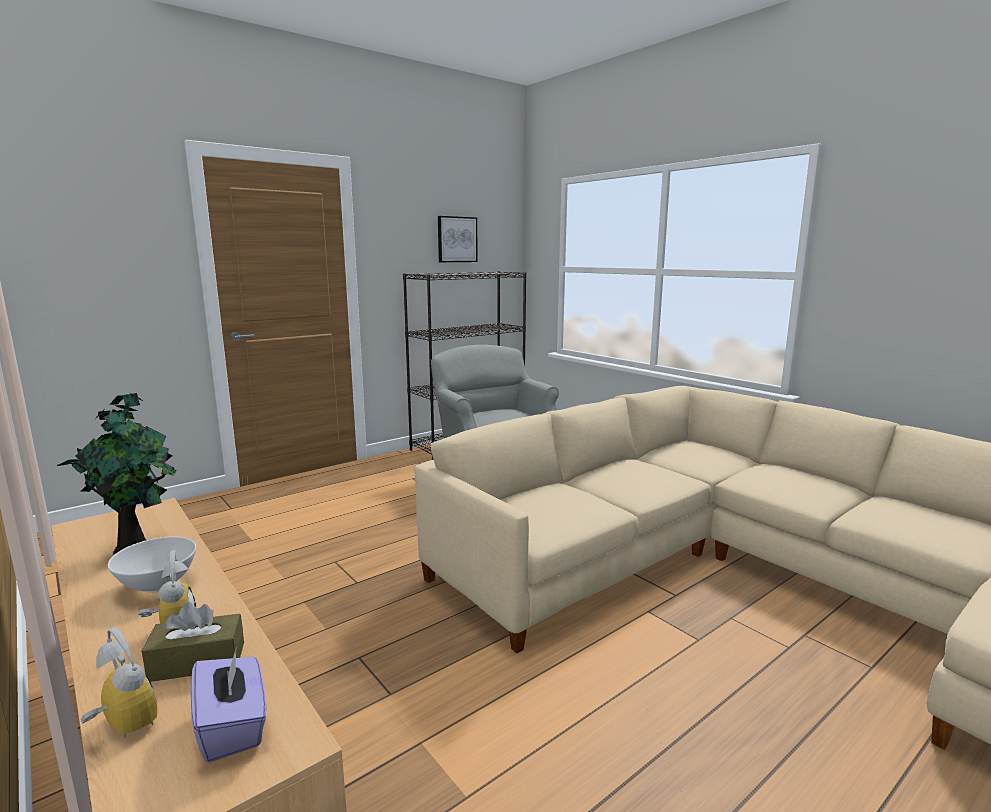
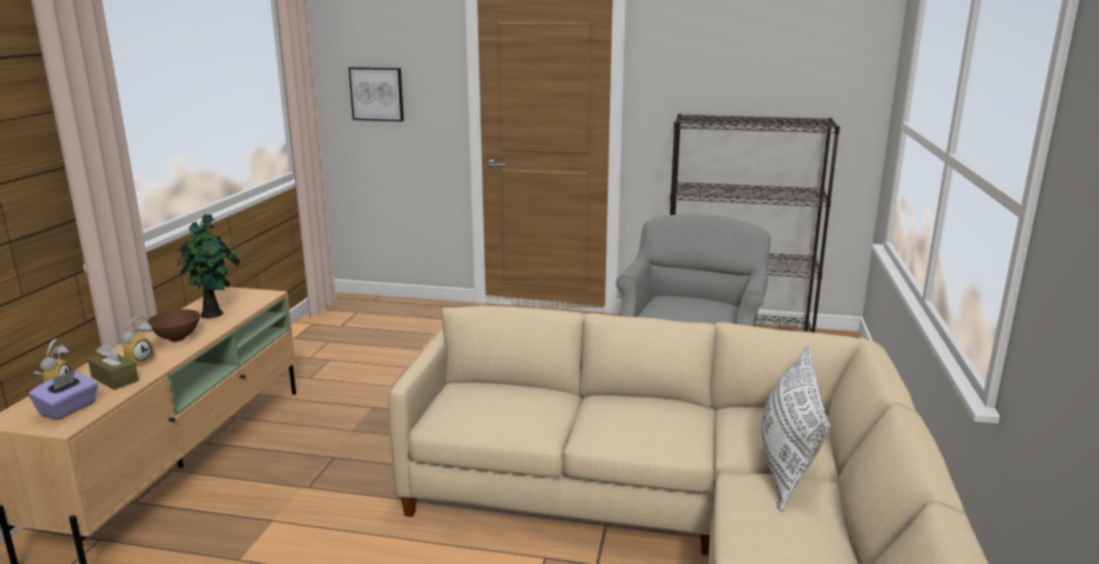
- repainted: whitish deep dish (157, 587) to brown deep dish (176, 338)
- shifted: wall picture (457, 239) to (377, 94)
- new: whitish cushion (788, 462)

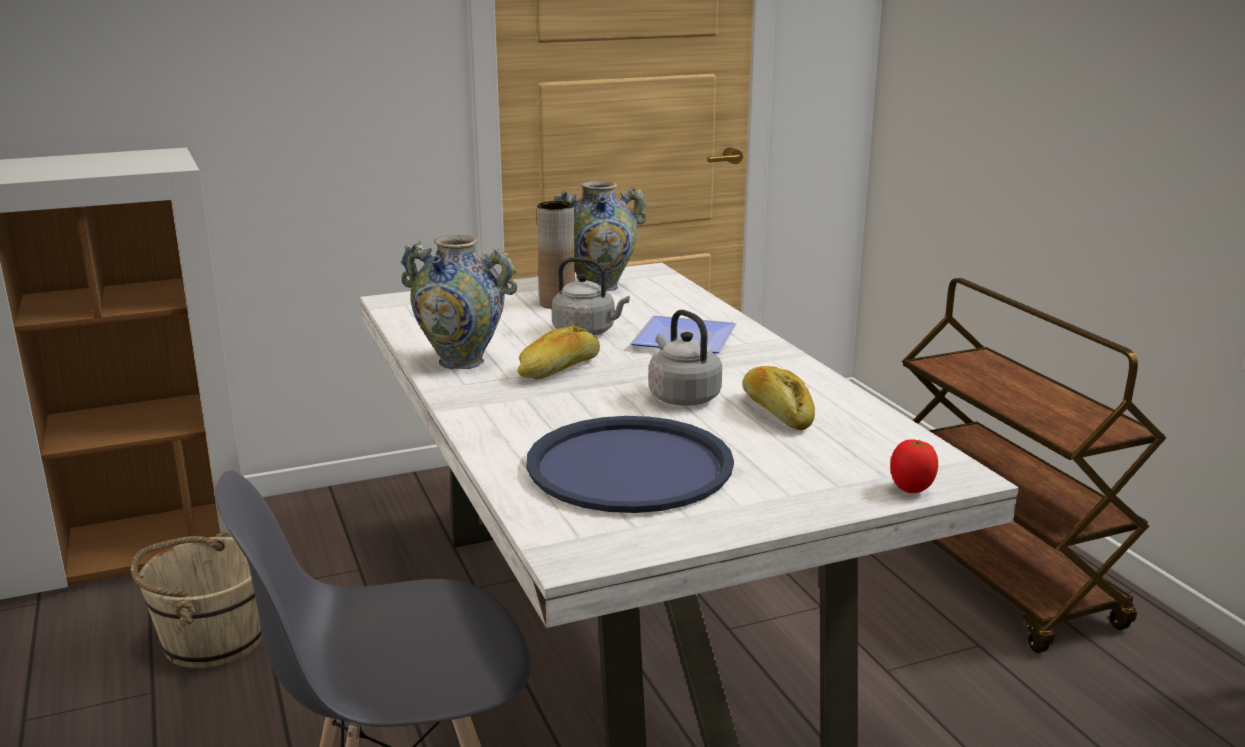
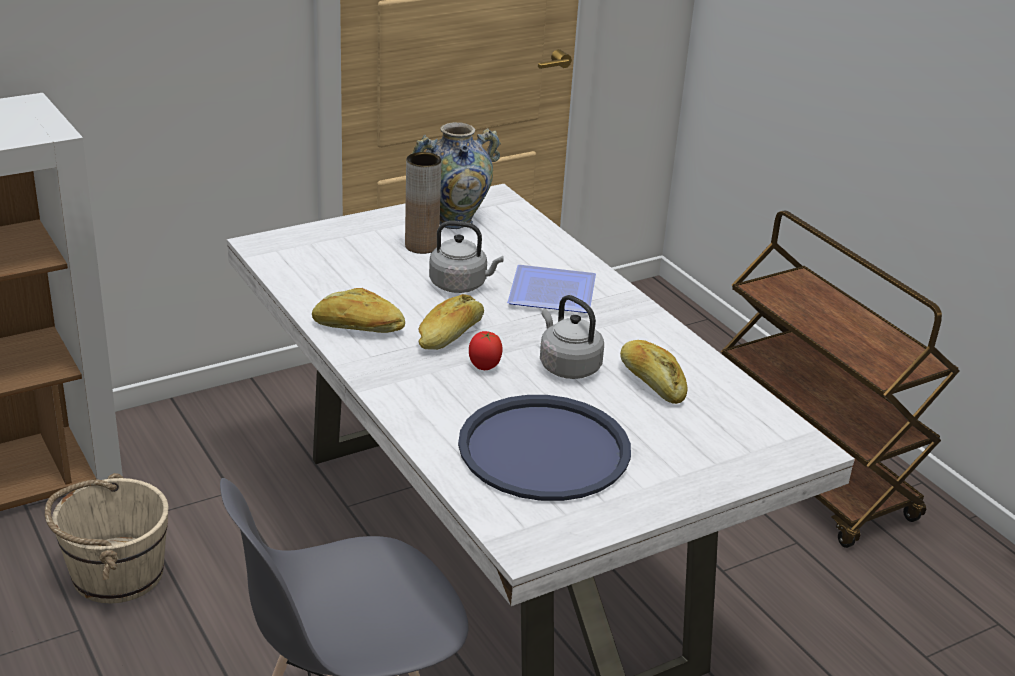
- swapped: vase (461, 361) to baked bread (358, 327)
- shifted: tomato (911, 490) to (484, 367)

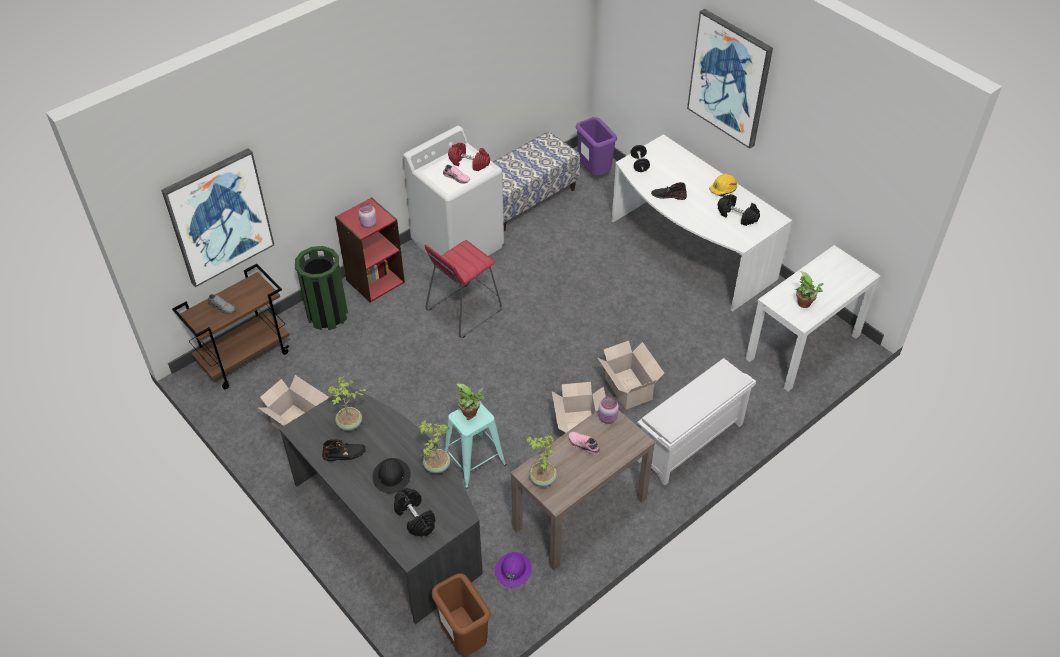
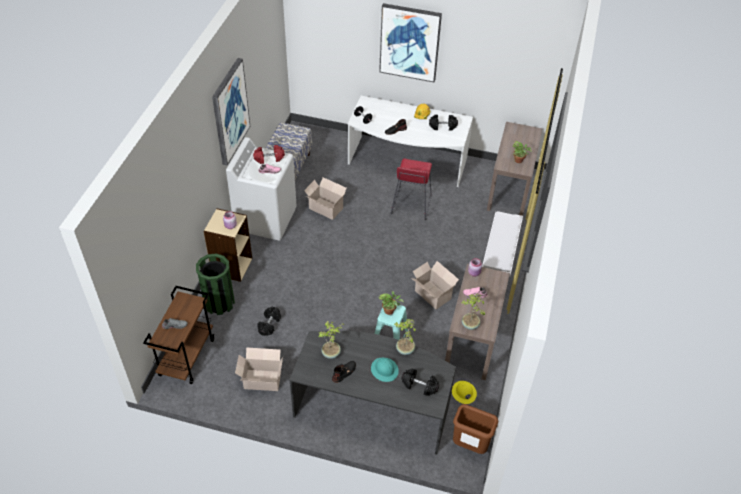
- repainted: reddish bookcase (375, 280) to sand-coloured bookcase (231, 266)
- shifted: wall picture (219, 217) to (230, 111)
- new: black dumbbell (269, 324)
- shifted: carton (628, 387) to (325, 208)
- repainted: black safety helmet (391, 476) to turquoise safety helmet (384, 370)
- shifted: reddish stool seat (463, 310) to (411, 205)
- repainted: purple safety helmet (513, 570) to yellowish safety helmet (463, 393)
- repainted: whitish console table (803, 347) to brown console table (510, 190)
- gone: purple waste bin (594, 172)

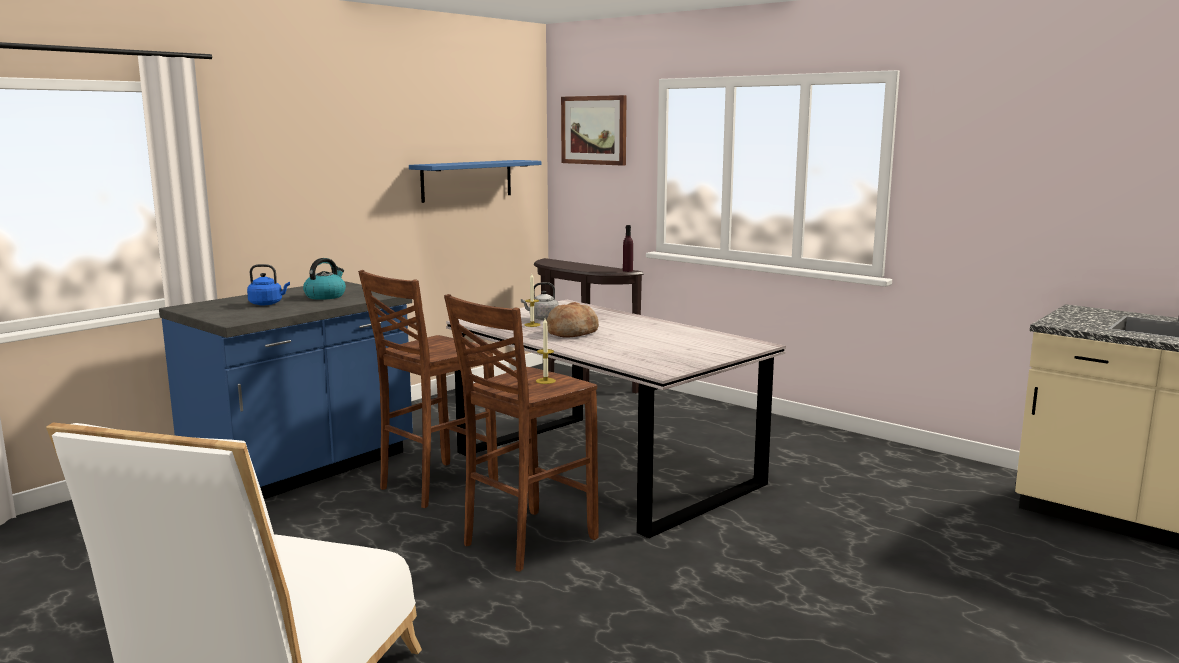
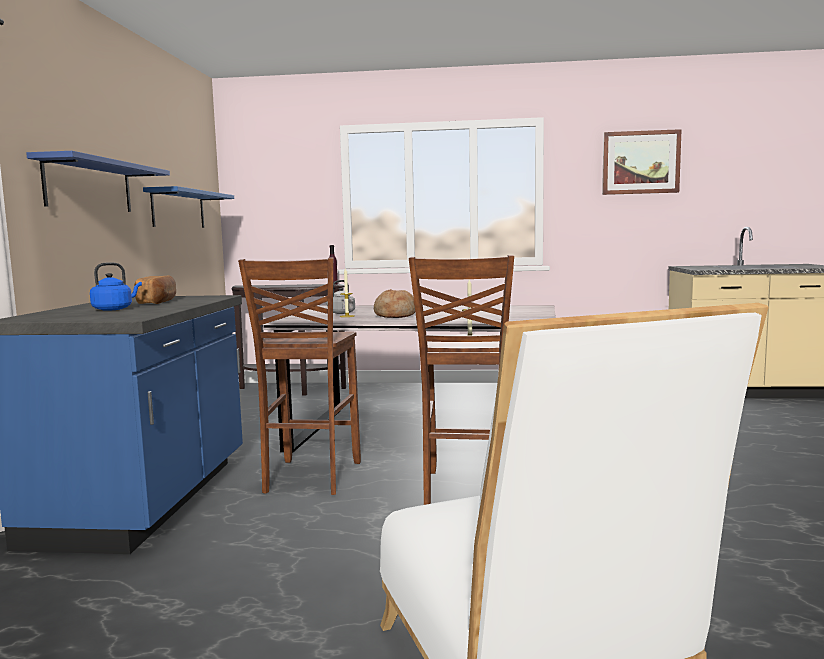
- new: blue-coloured bracket shelf (89, 186)
- swapped: kettle (325, 296) to baked bread (158, 302)
- shifted: wall picture (594, 130) to (640, 162)

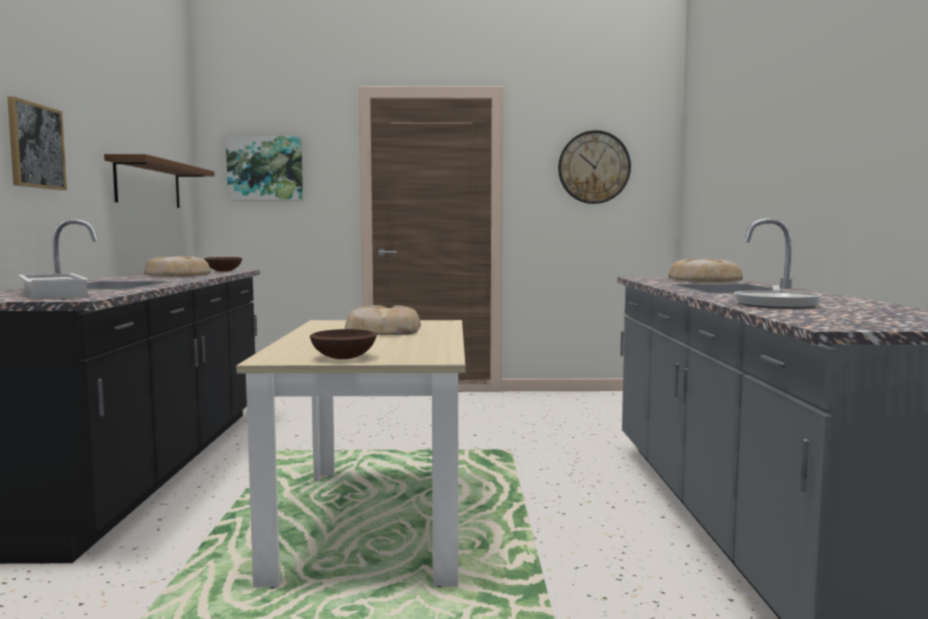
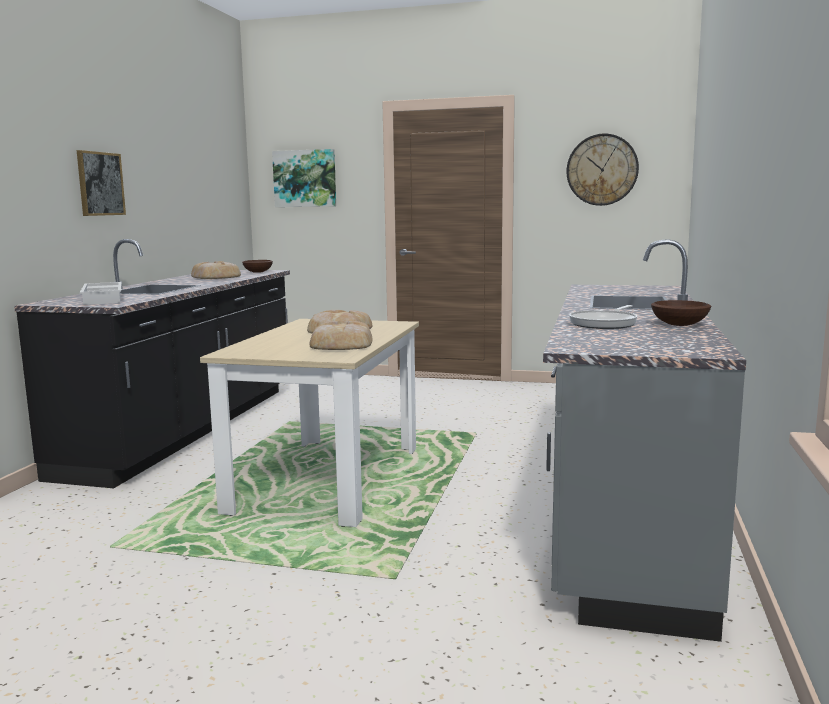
- shifted: baked bread (704, 280) to (341, 344)
- shifted: brown deep dish (343, 357) to (679, 324)
- gone: brown bracket shelf (148, 184)

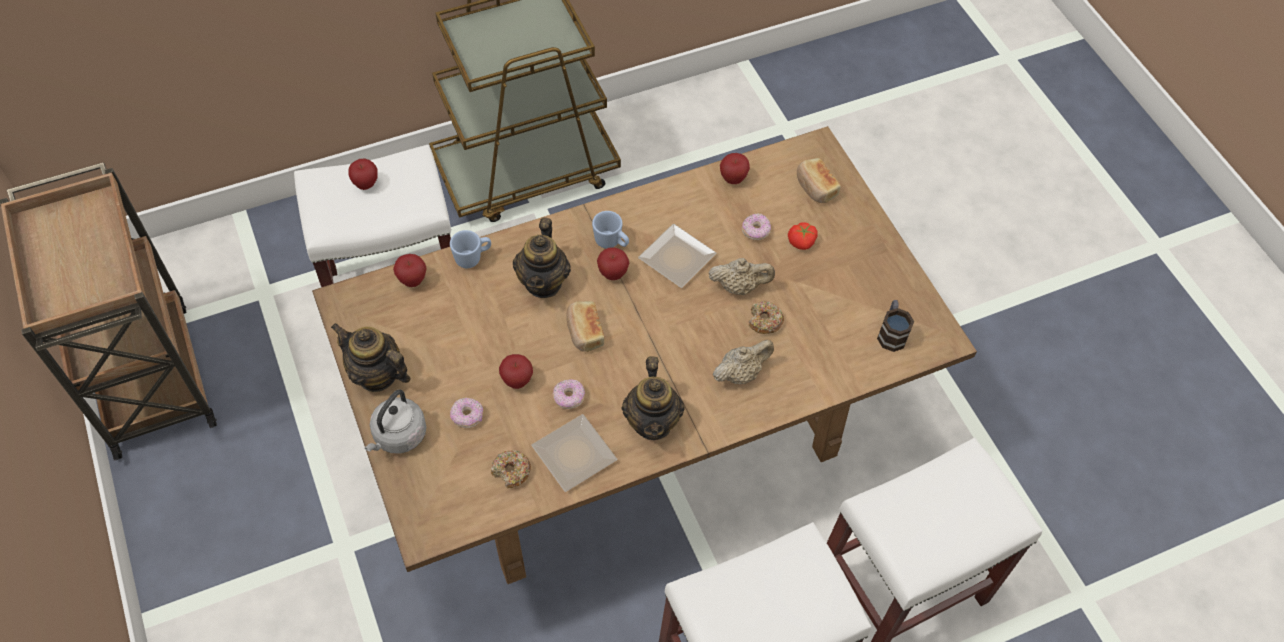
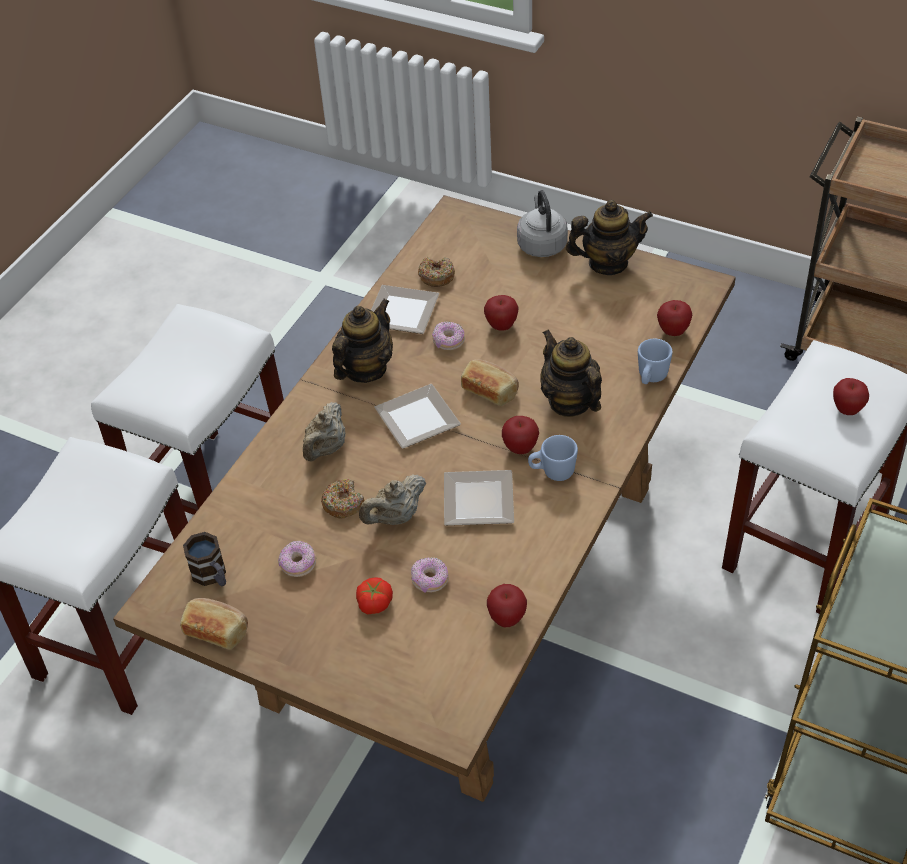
- shifted: baked bread (815, 187) to (217, 630)
- shifted: ring doughnut (467, 416) to (298, 564)
- rotated: pot for tea (652, 421) = (365, 369) 75 degrees clockwise
- new: dinner plate (416, 422)

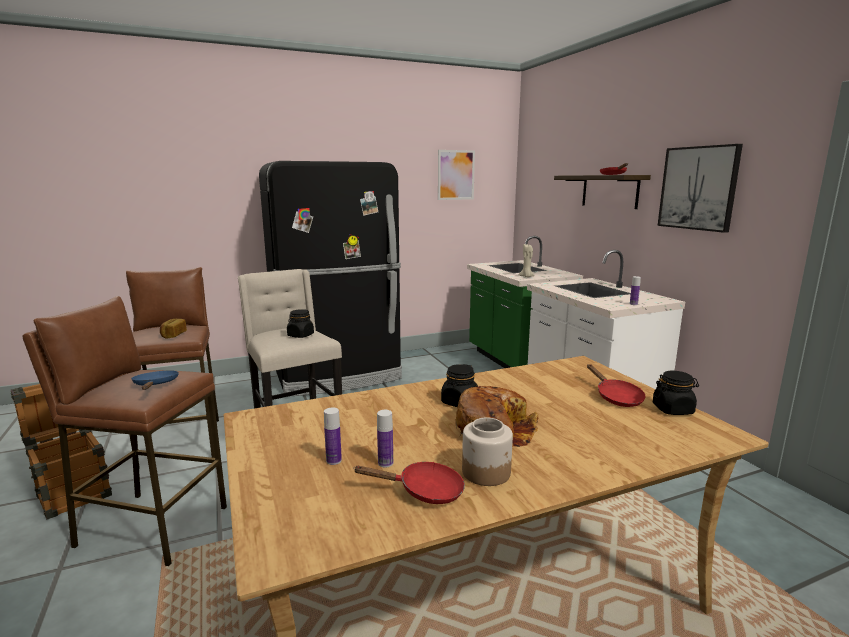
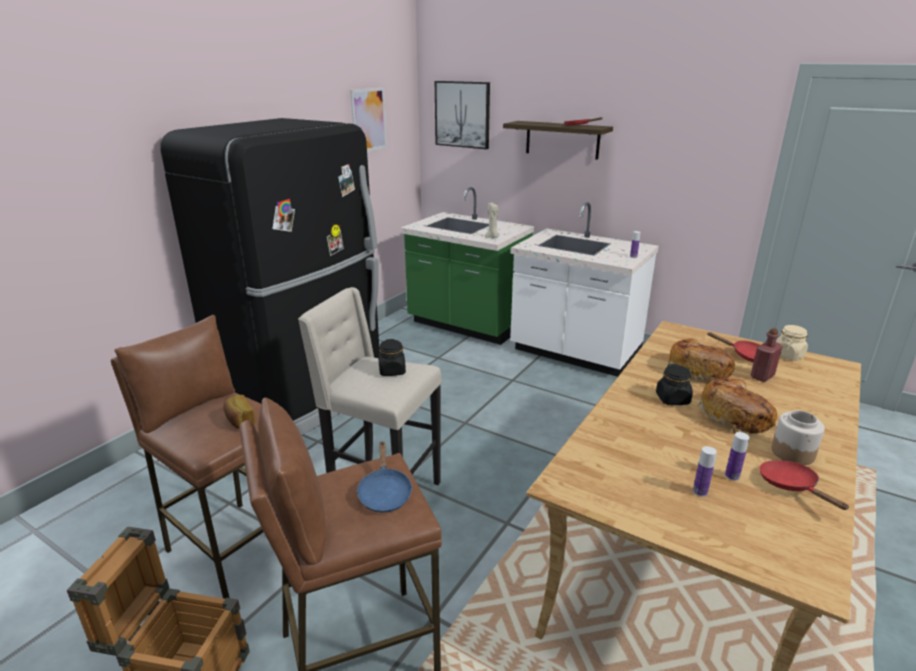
- rotated: blue-coloured frying pan (155, 385) = (384, 493) 135 degrees counterclockwise
- shifted: wall picture (698, 188) to (462, 114)
- new: baked bread (697, 369)
- new: reddish beverage bottle (762, 376)
- rotated: reddish frying pan (424, 491) = (791, 486) 75 degrees counterclockwise
- repainted: black jar (673, 409) to sand-coloured jar (788, 355)

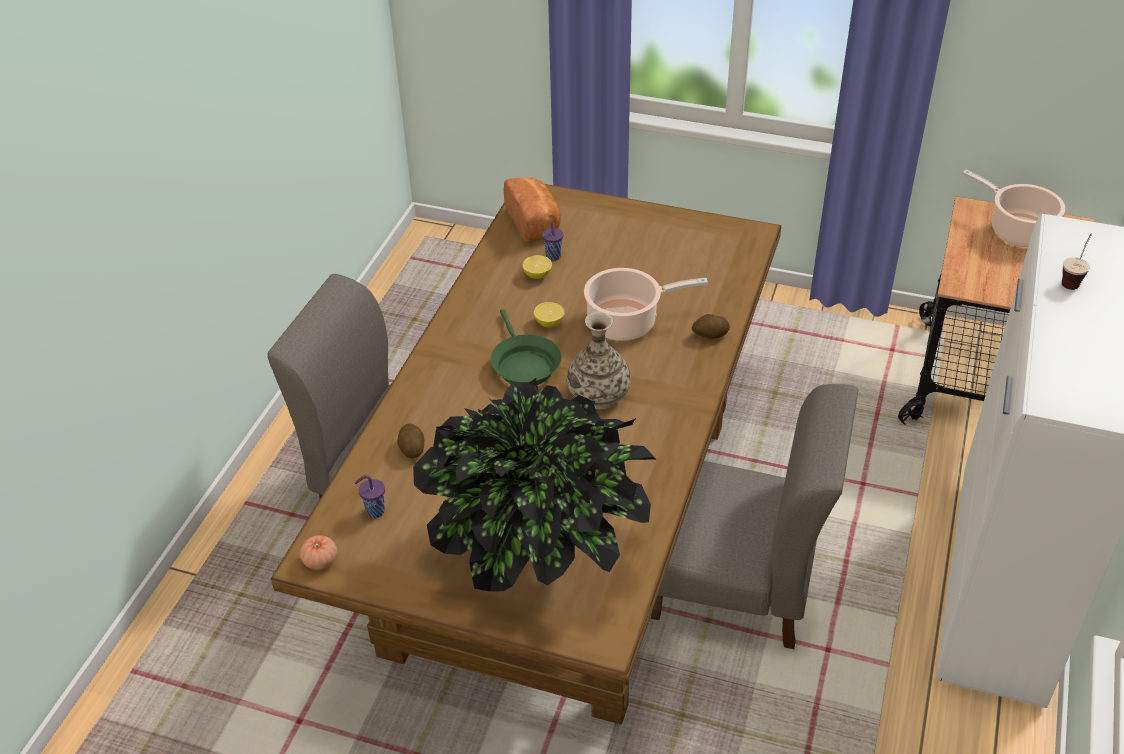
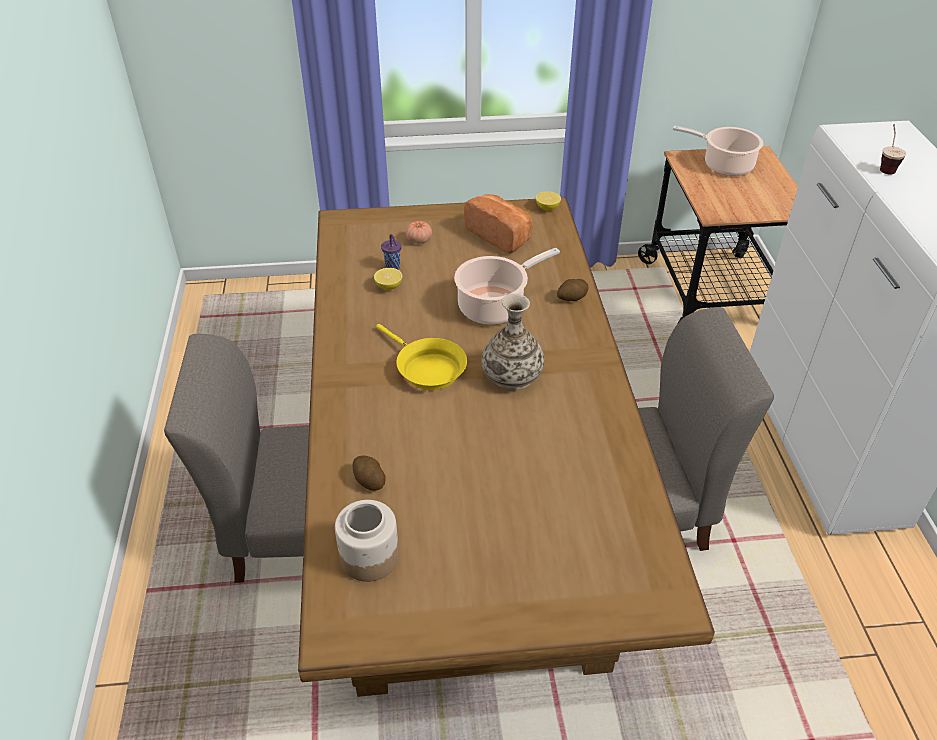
- swapped: purple cup (374, 511) to jar (369, 557)
- repainted: green-coloured frying pan (523, 364) to yellowish frying pan (426, 368)
- shifted: tomato (320, 560) to (419, 240)
- shifted: baked bread (535, 223) to (501, 235)
- shifted: citrus fruit (549, 323) to (547, 208)
- gone: houseplant (541, 551)

